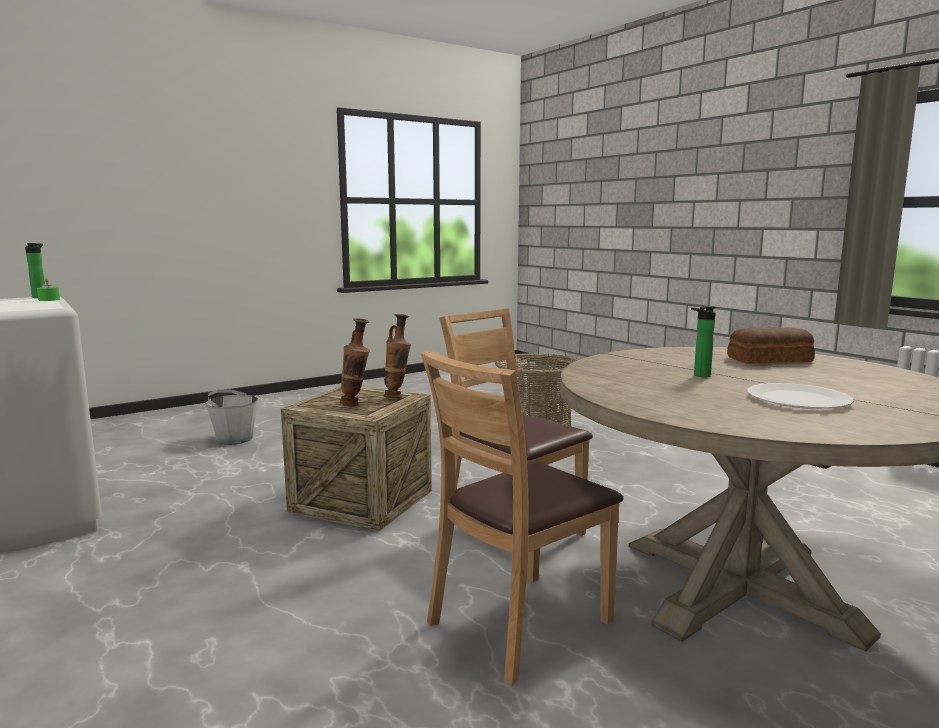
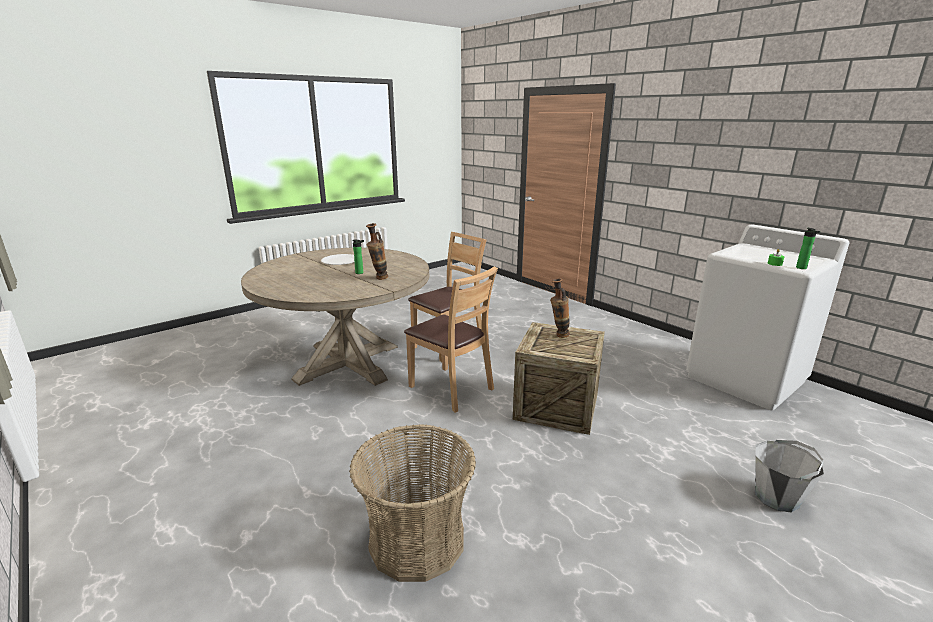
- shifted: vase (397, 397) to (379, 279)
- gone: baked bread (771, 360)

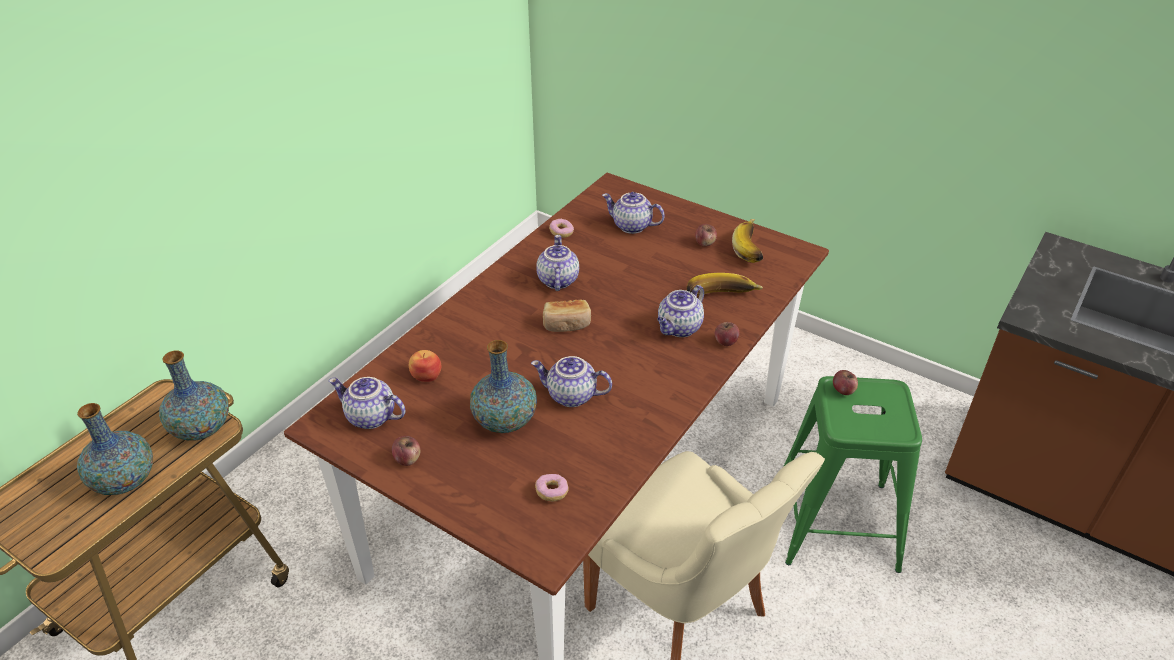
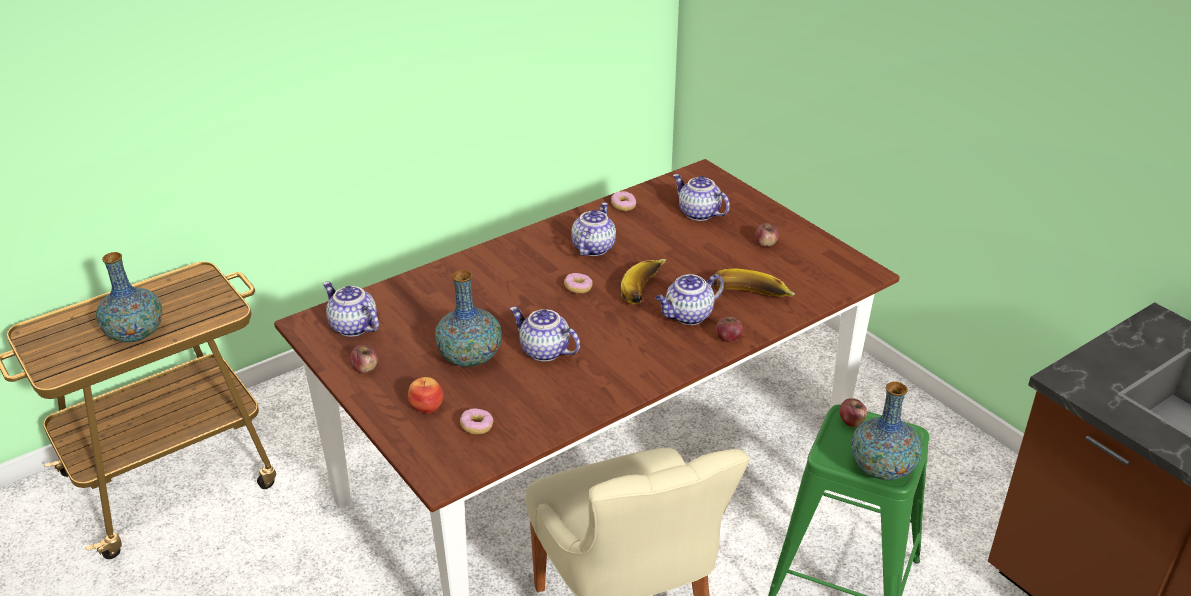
- shifted: apple fruit (426, 375) to (427, 406)
- swapped: baked bread (566, 324) to ring doughnut (578, 288)
- shifted: banana fruit (752, 249) to (647, 291)
- shifted: vase (202, 428) to (882, 468)

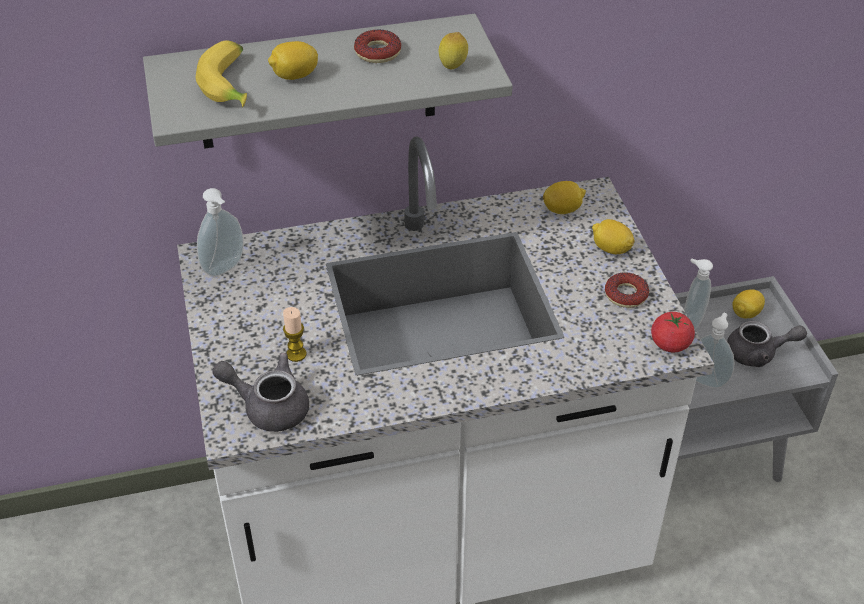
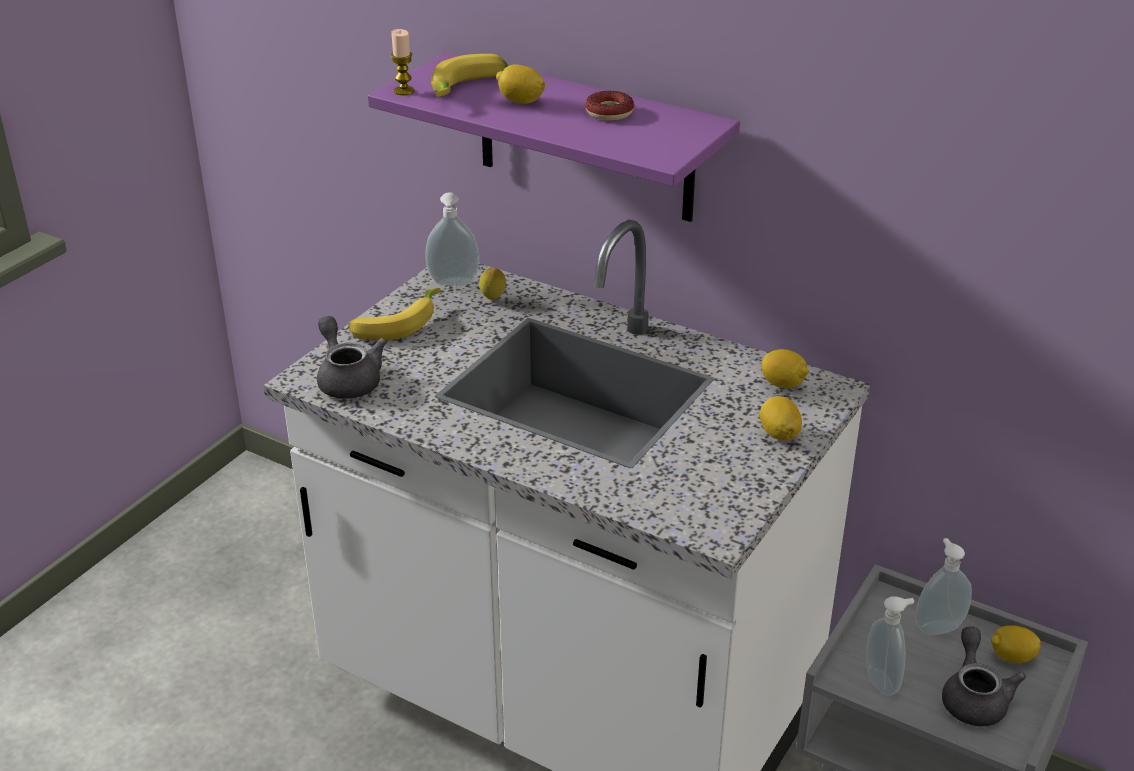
- new: banana fruit (396, 324)
- repainted: greyish bracket shelf (317, 83) to purple bracket shelf (585, 138)
- shifted: wax candle (296, 354) to (404, 91)
- shifted: citrus fruit (453, 68) to (493, 299)
- rotated: greyish pot for tea (758, 354) = (974, 697) 135 degrees counterclockwise
- gone: ring doughnut (626, 295)
- gone: tomato (670, 344)

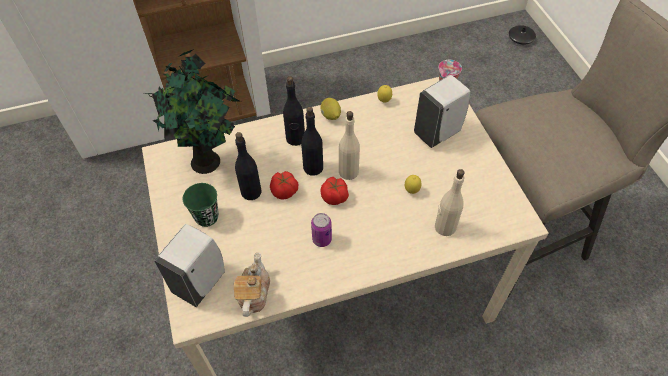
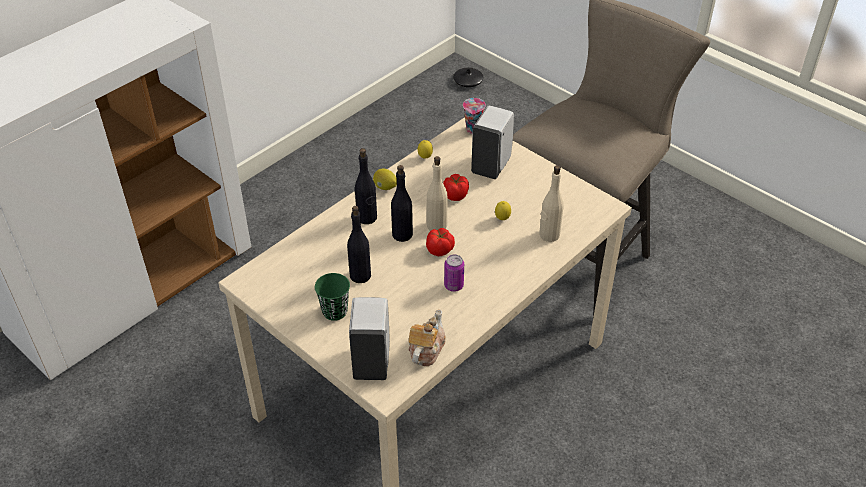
- rotated: pot for tea (253, 293) = (426, 350) 45 degrees clockwise
- shifted: tomato (285, 191) to (456, 195)
- gone: houseplant (208, 161)

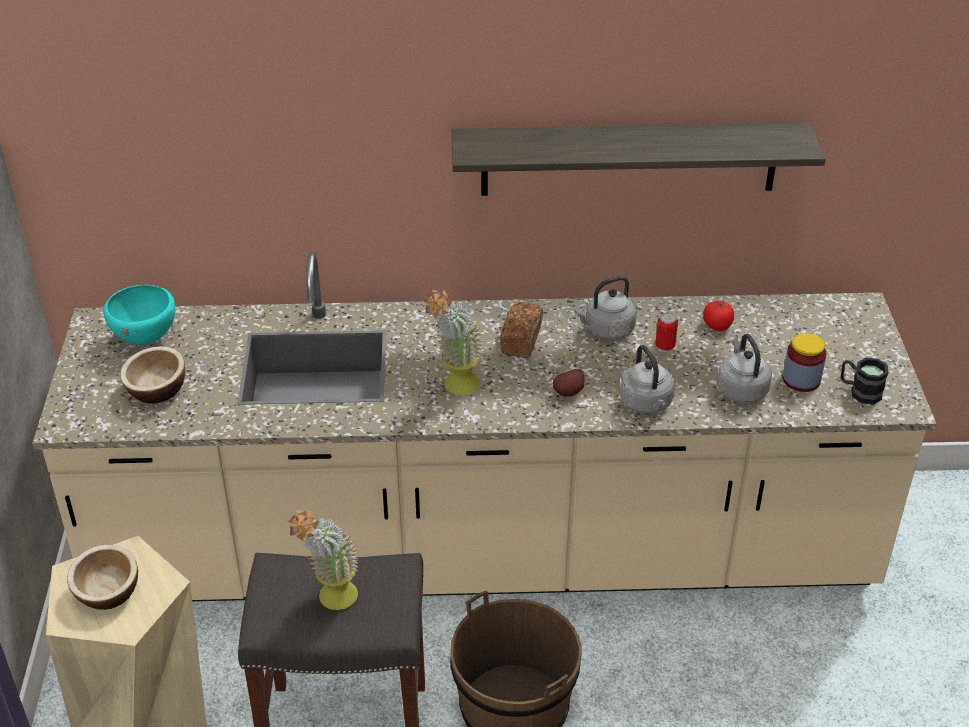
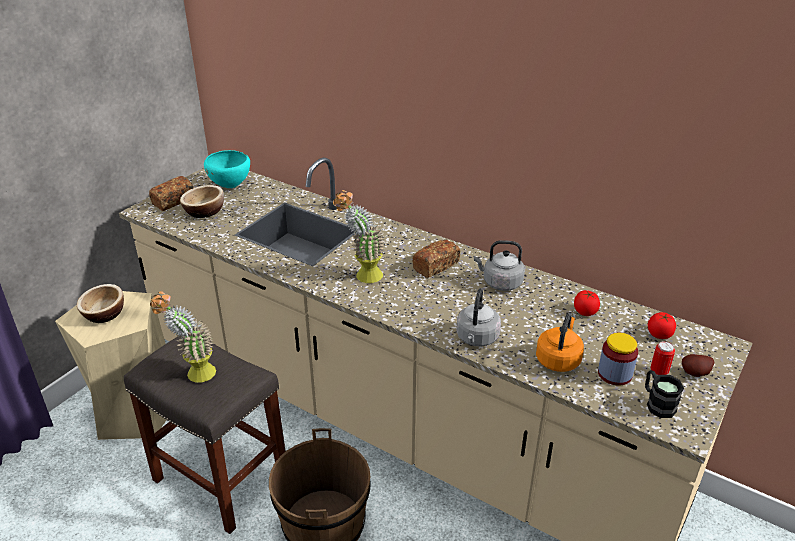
- new: baked bread (173, 201)
- repainted: greyish kettle (741, 389) to orangey kettle (558, 359)
- new: tomato (659, 334)
- shifted: can (665, 347) to (659, 372)
- shifted: whole potato (570, 393) to (696, 374)
- gone: bracket shelf (629, 159)

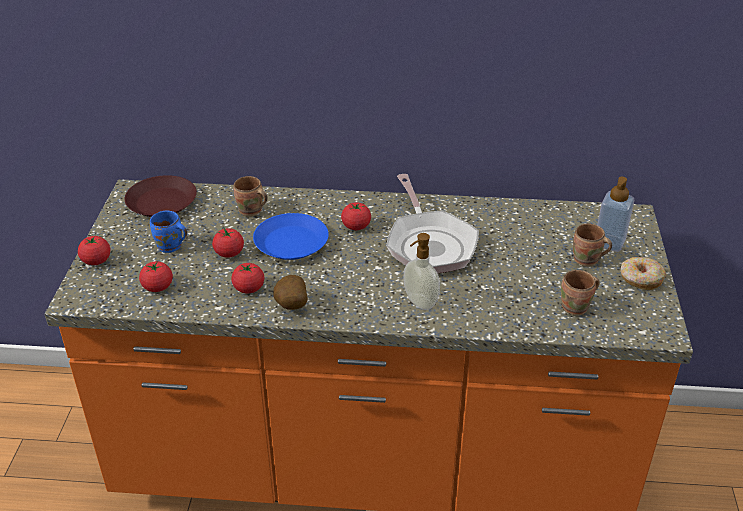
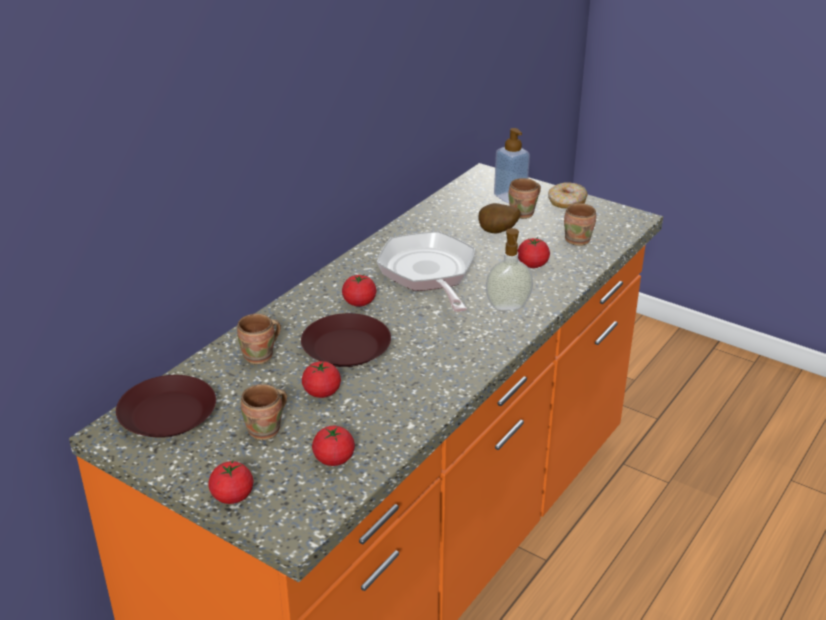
- repainted: blue-coloured coffee mug (170, 247) to brown coffee mug (267, 431)
- repainted: blue-coloured dinner plate (290, 242) to brown dinner plate (345, 348)
- rotated: frying pan (429, 244) = (428, 274) 120 degrees counterclockwise
- shifted: whole potato (291, 307) to (497, 233)
- shifted: tomato (249, 288) to (532, 264)

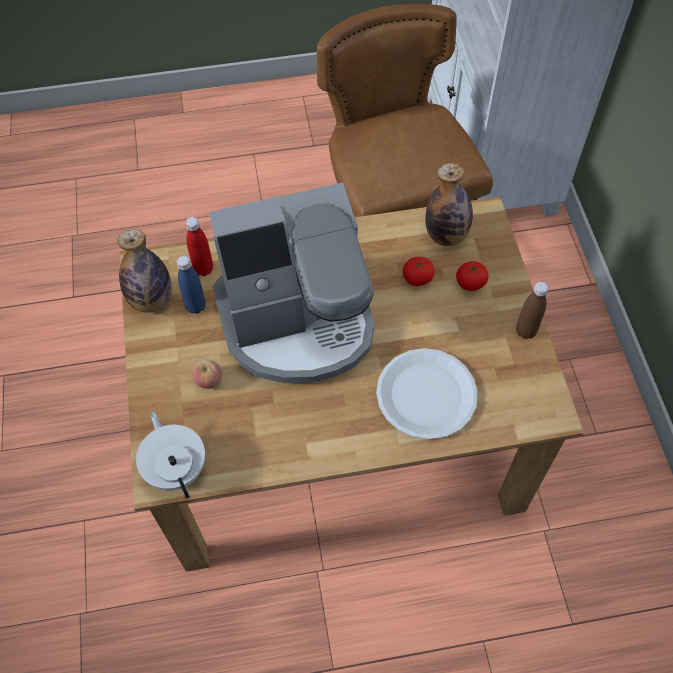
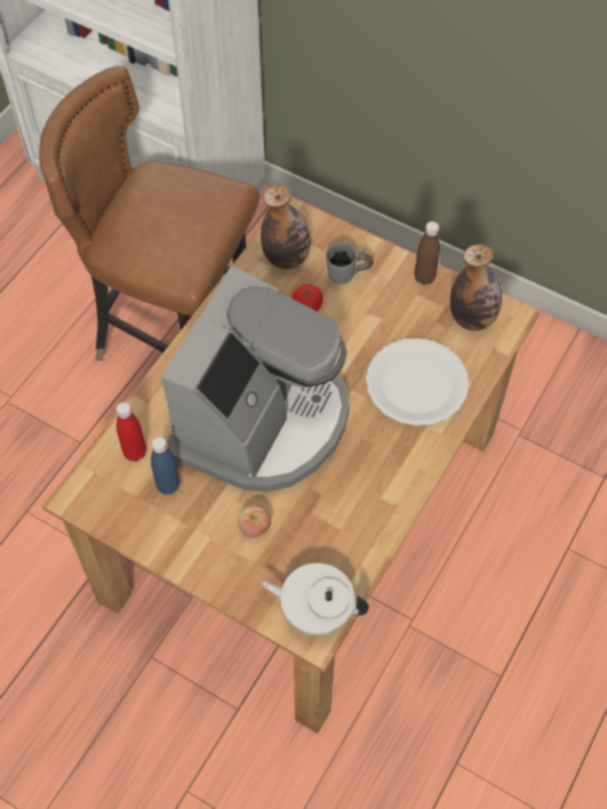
- swapped: tomato (470, 283) to greyish coffee mug (347, 278)
- shifted: beverage bottle (151, 300) to (472, 318)

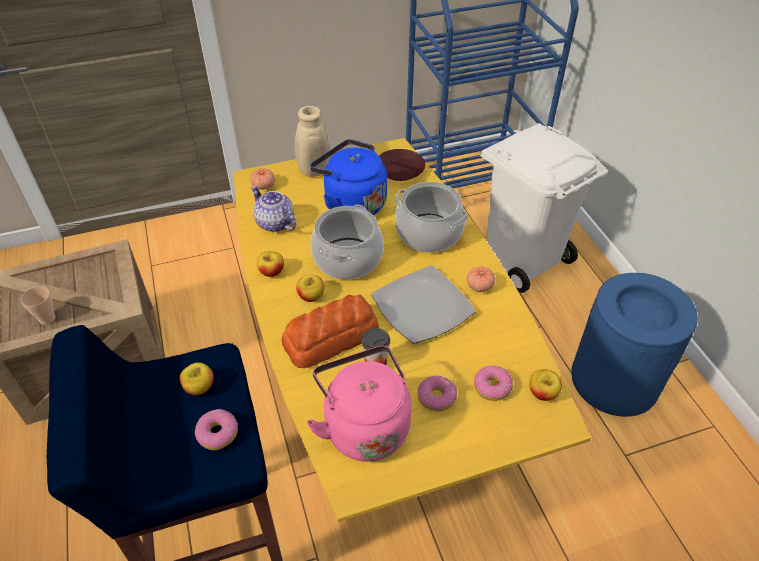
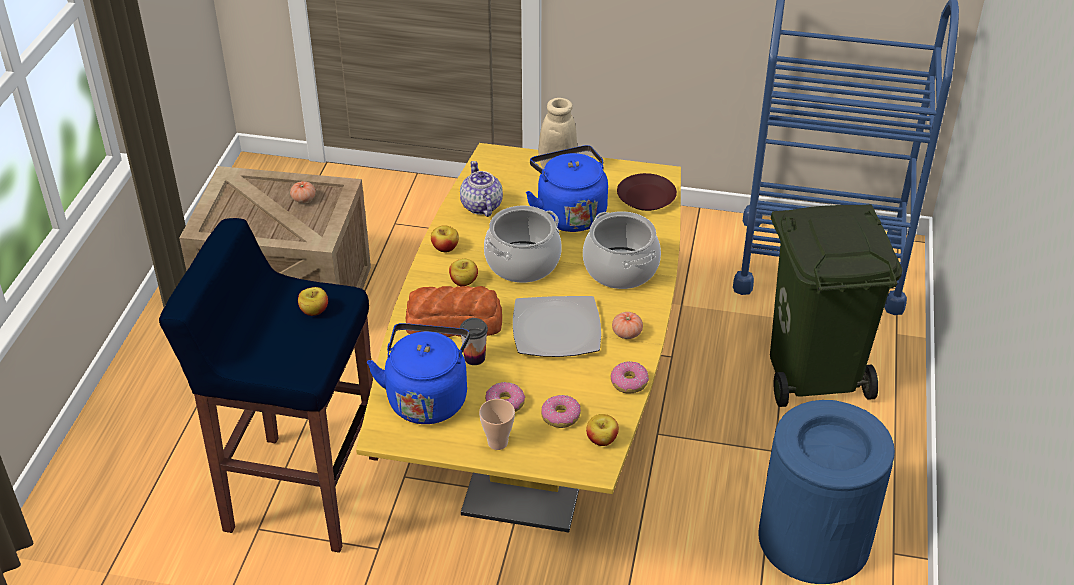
- shifted: tomato (263, 185) to (303, 199)
- repainted: pink-coloured kettle (364, 425) to blue-coloured kettle (427, 397)
- shifted: cup (47, 319) to (497, 442)
- shifted: ring doughnut (217, 433) to (629, 382)
- repainted: whitish waste bin (522, 258) to green-coloured waste bin (815, 372)

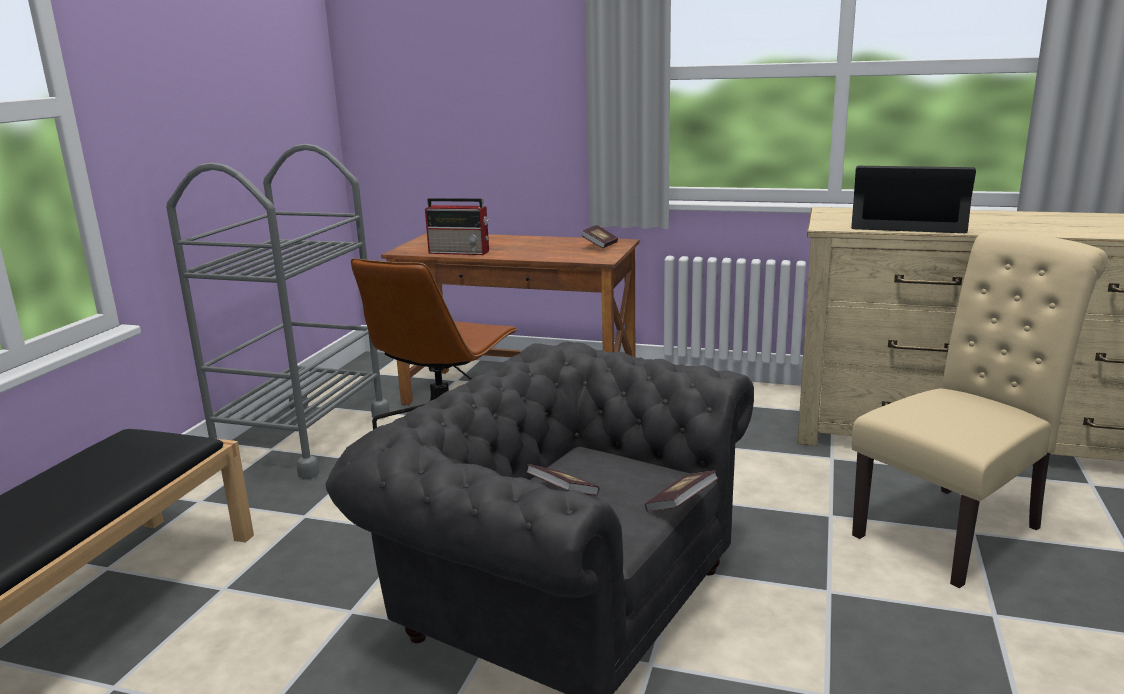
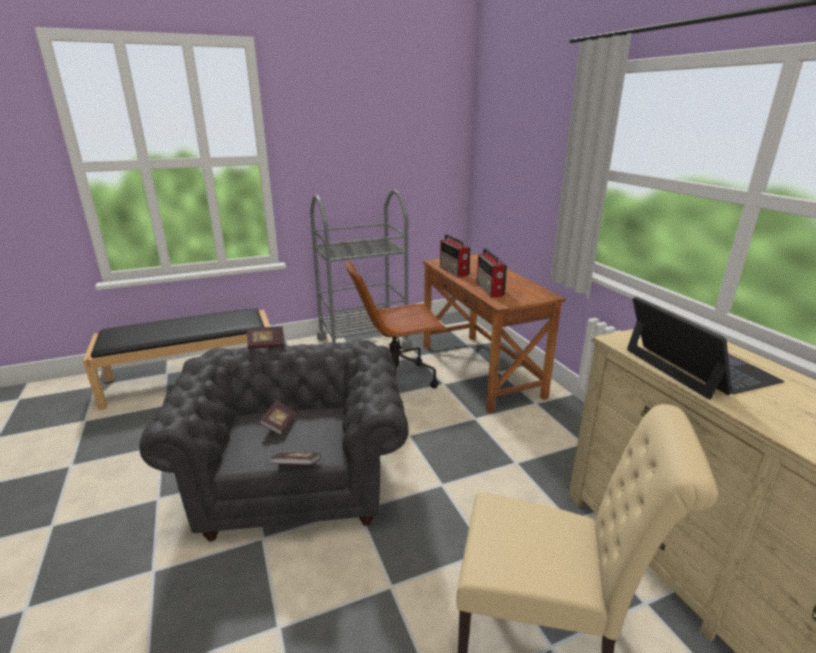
- shifted: volume (600, 246) to (266, 345)
- new: radio receiver (490, 290)

